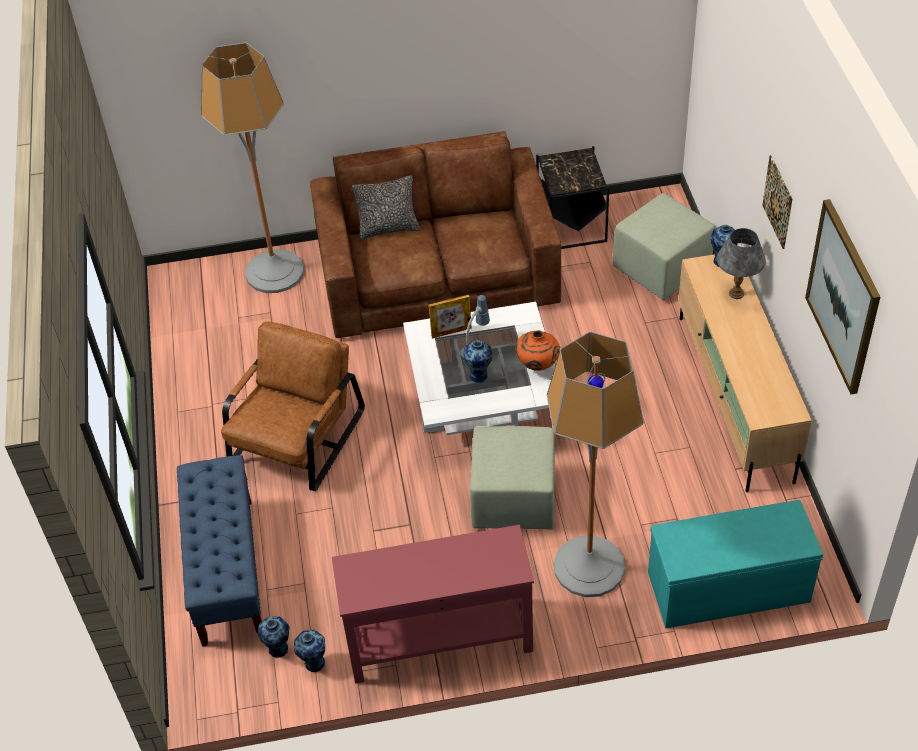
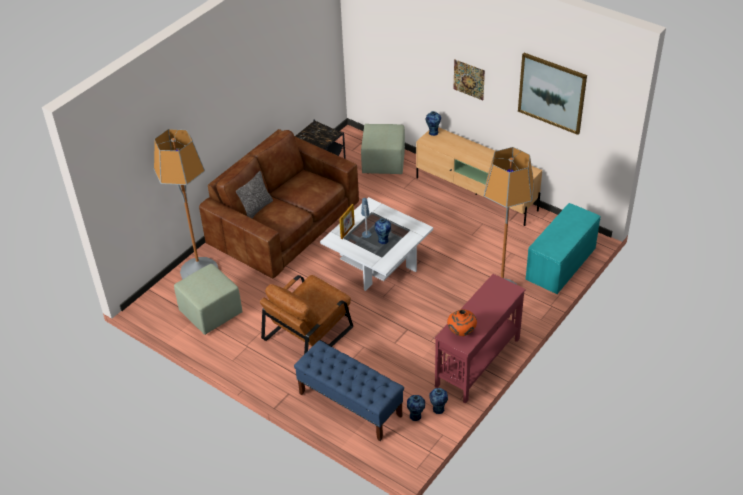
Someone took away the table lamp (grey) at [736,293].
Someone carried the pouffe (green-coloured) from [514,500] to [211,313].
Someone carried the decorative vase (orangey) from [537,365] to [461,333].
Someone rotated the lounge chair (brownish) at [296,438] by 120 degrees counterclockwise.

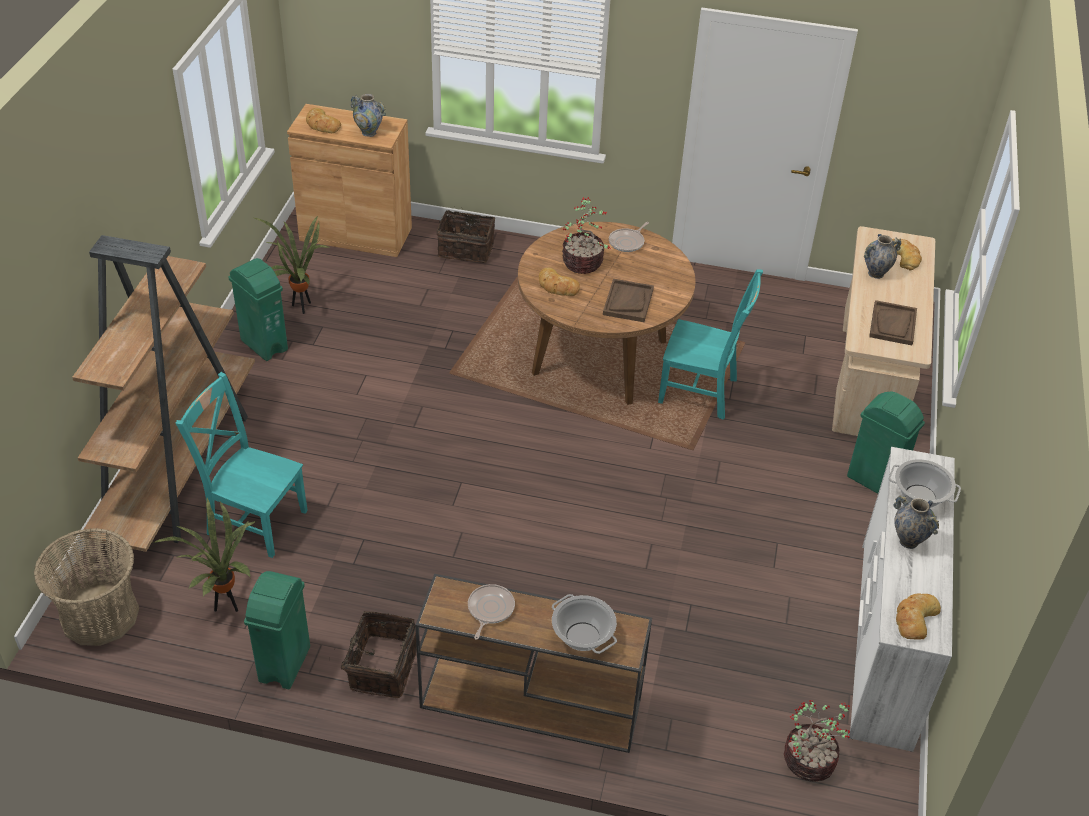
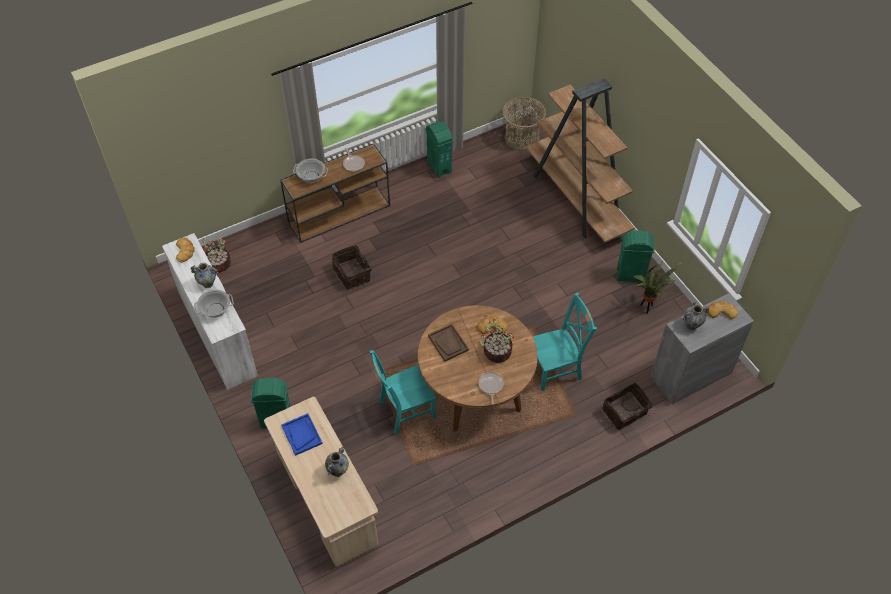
Someone took away the houseplant at [225,605].
Someone took away the bread at [904,256].
Someone carried the plain chair (blue-green) from [254,520] to [556,368].
Someone carried the storage basket from [381,667] to [353,274].
Someone repainted the storage cabinet (brownish) at [356,234], which became the storage cabinet (grey) at [691,374].
Someone repainted the carrying tray (brownish) at [893,324], which became the carrying tray (bluish) at [301,435].

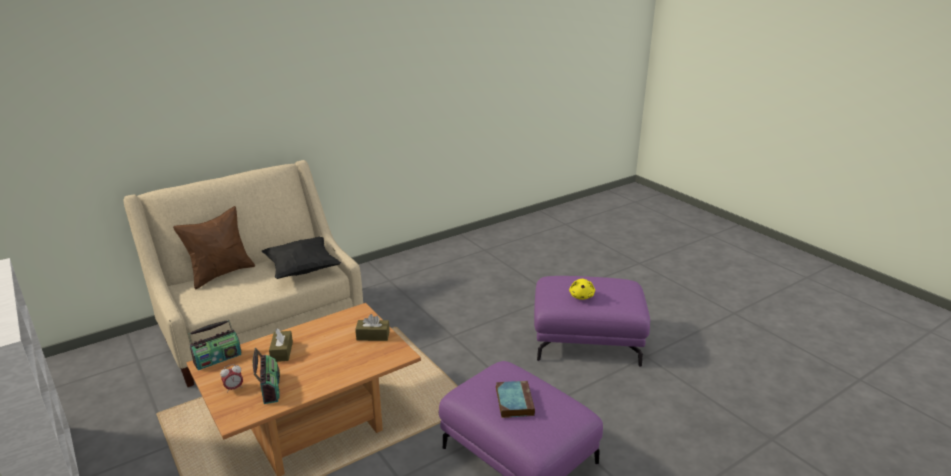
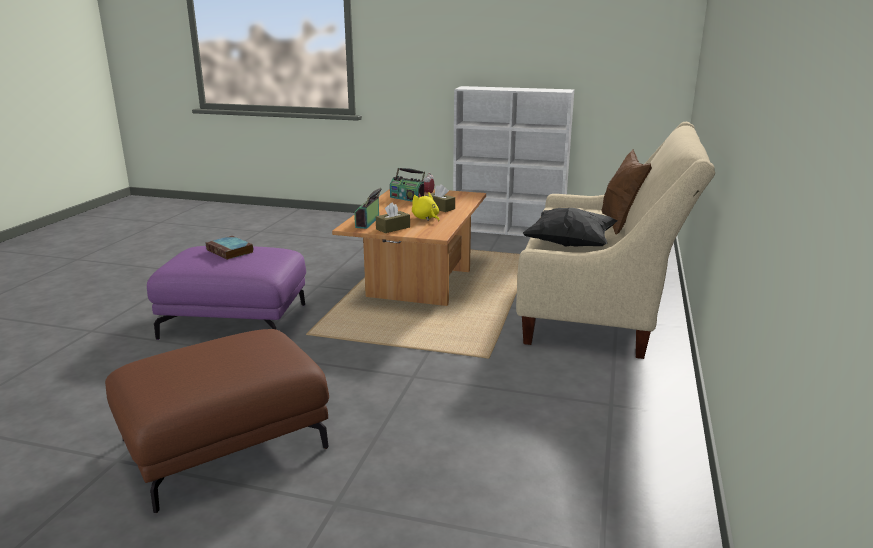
Someone carried the radio receiver from [217,358] to [368,222].
Someone carried the cuddly toy (yellowish) from [581,296] to [426,218].
Someone repainted the pouffe (purple) at [587,339], which became the pouffe (brownish) at [225,447].

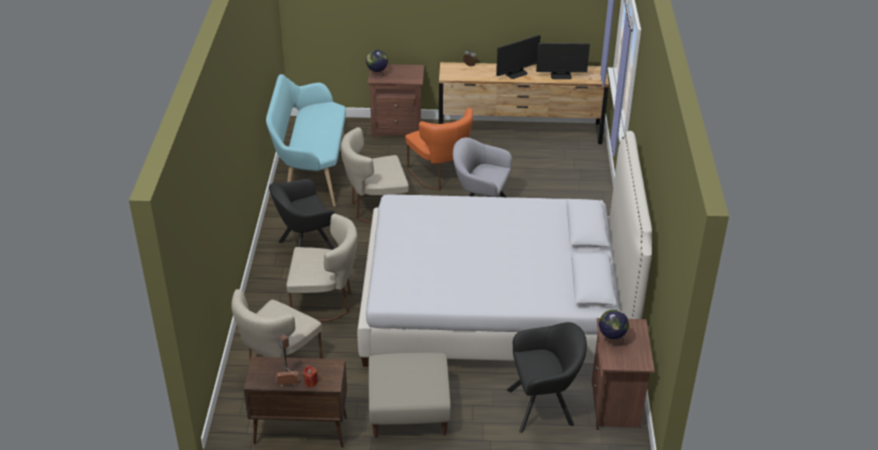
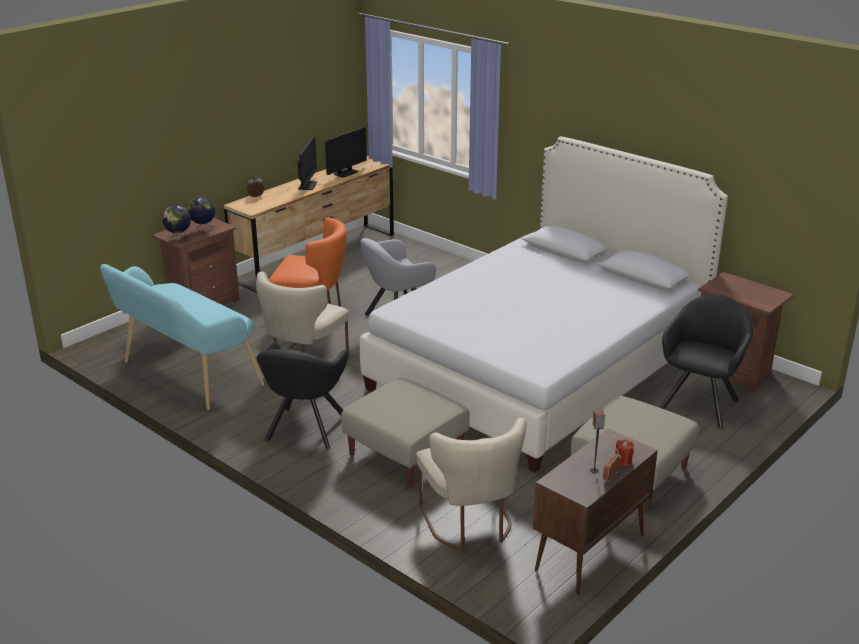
Someone carried the world globe from [611,341] to [203,230].
Someone swapped the plain chair (beige) at [325,302] for the pouffe (beige) at [406,453].

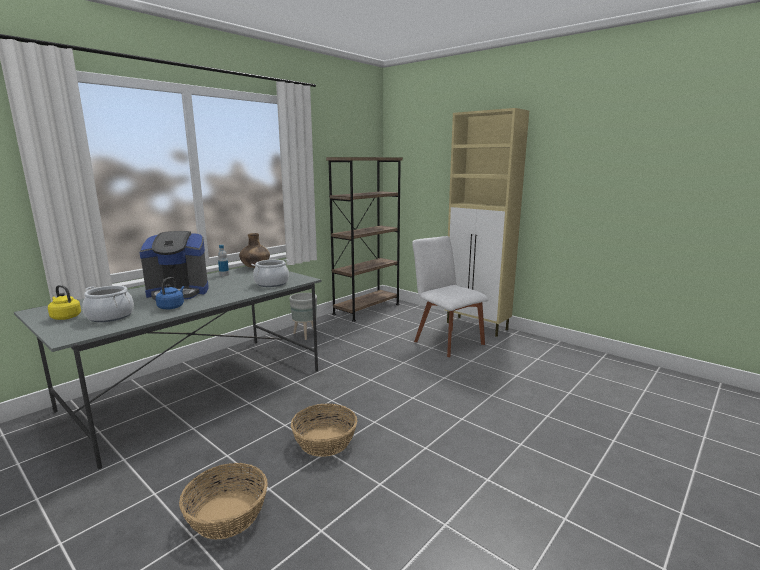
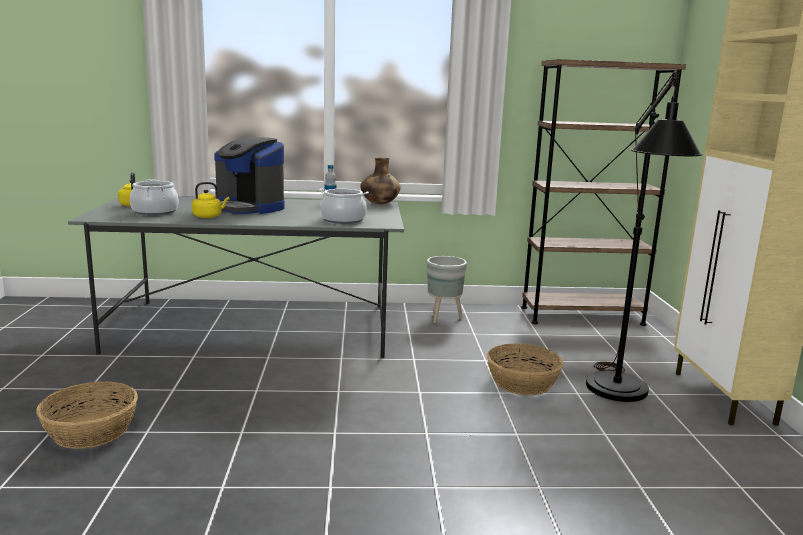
Someone carried the storage basket from [324,441] to [521,383].
Someone swapped the plain chair (white) at [446,341] for the standing lamp (blackish) at [619,396].
Someone repainted the water kettle (bluish) at [172,307], which became the water kettle (yellowish) at [209,216].

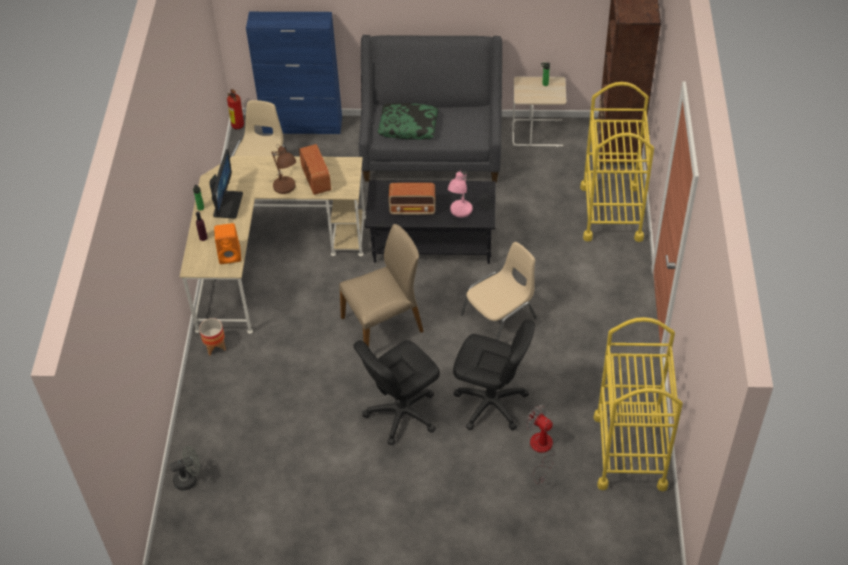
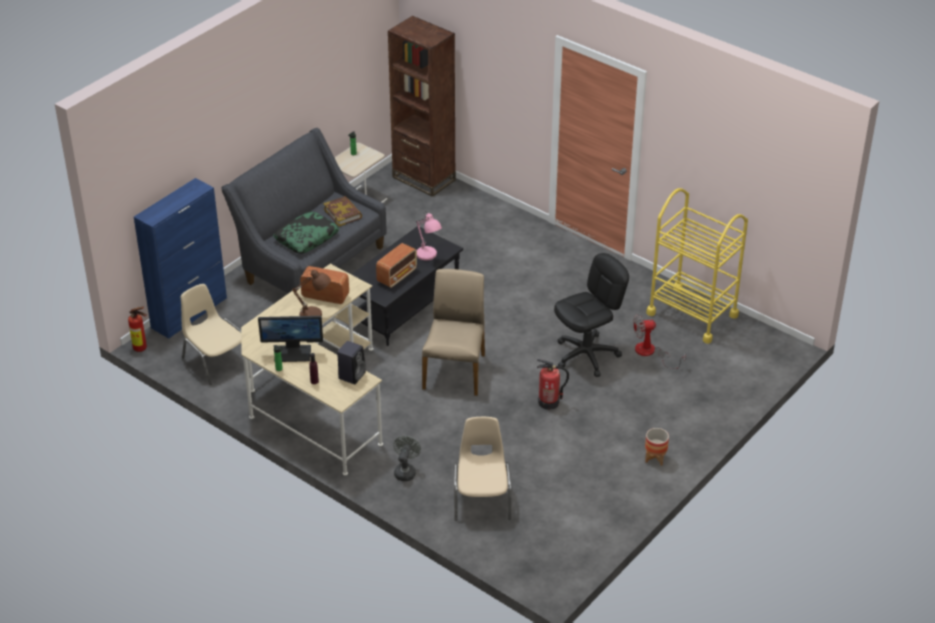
Someone took away the cart (yellowish) at [611,213].
Someone put down the volume at [343,213].
Someone carried the cooling fan (grey) from [189,479] to [405,471].
Someone carried the plant pot from [215,346] to [655,458].
Someone carried the plain chair (beige) from [500,316] to [482,498].
Someone swapped the computer chair (blackish) at [401,413] for the fire-fighting cylinder at [549,402].
Someone repainted the audio speaker (orangey) at [230,255], which became the audio speaker (blackish) at [352,375].
Someone rotated the monitor at [227,204] by 135 degrees clockwise.

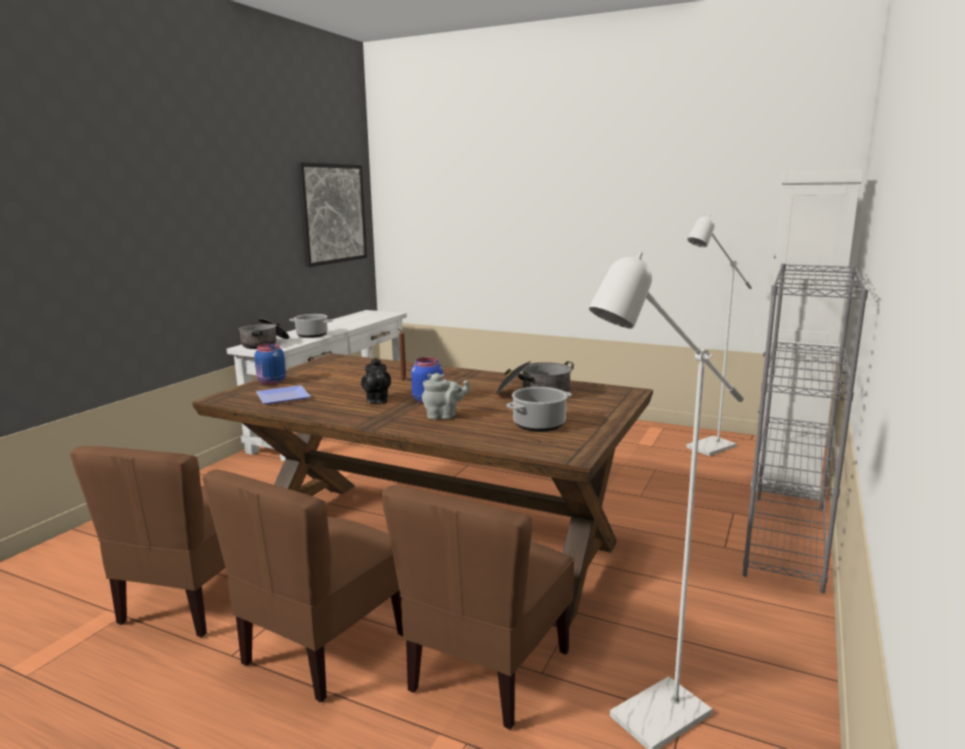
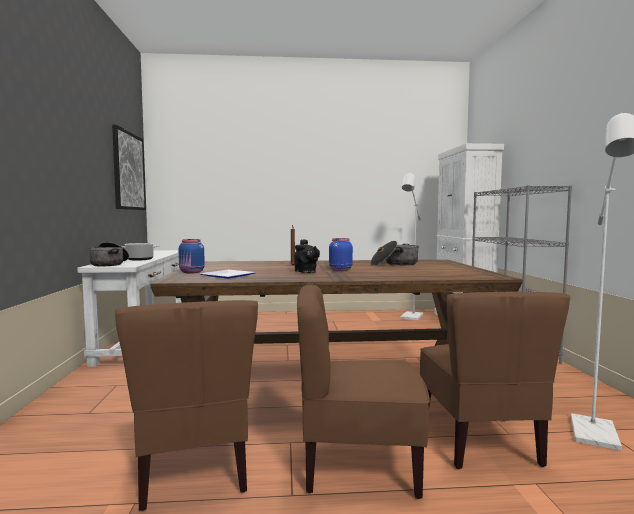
Someone took away the tea pot (grey) at [444,416].
Someone took away the stockpot at [539,424].
Someone rotated the plain chair (brownish) at [323,648] by 90 degrees clockwise.

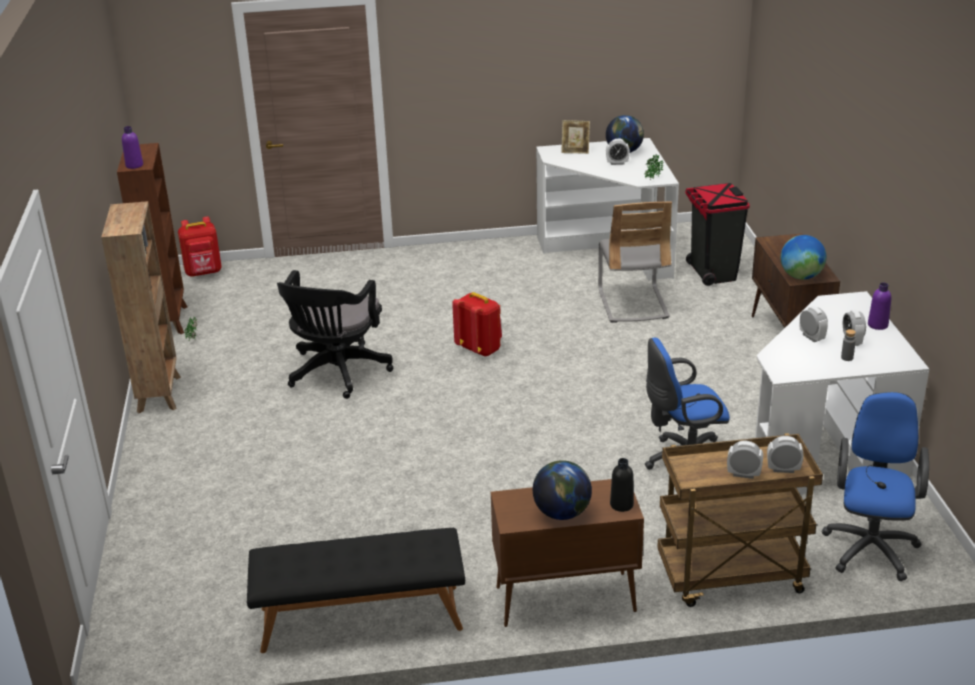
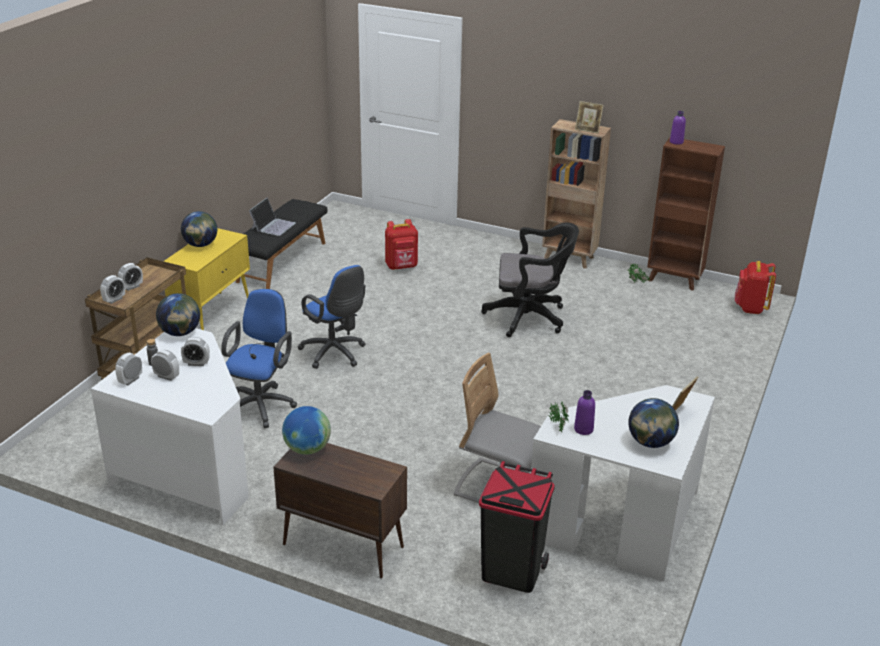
Someone took away the beverage bottle (blackish) at [621,504].
Someone put down the world globe at [180,333].
Someone put down the notebook computer at [273,226].
Someone put down the picture frame at [587,130].
Someone carried the backpack (reddish) from [480,349] to [401,267].
Someone carried the table clock from [617,163] to [130,380].
Someone carried the computer chair (bluish) from [870,545] to [335,354].
Someone carried the beverage bottle (purple) from [877,325] to [583,429].
Someone repainted the storage cabinet (brownish) at [564,599], which became the storage cabinet (yellowish) at [212,314].
Someone rotated the computer chair (blackish) at [336,374] by 135 degrees clockwise.

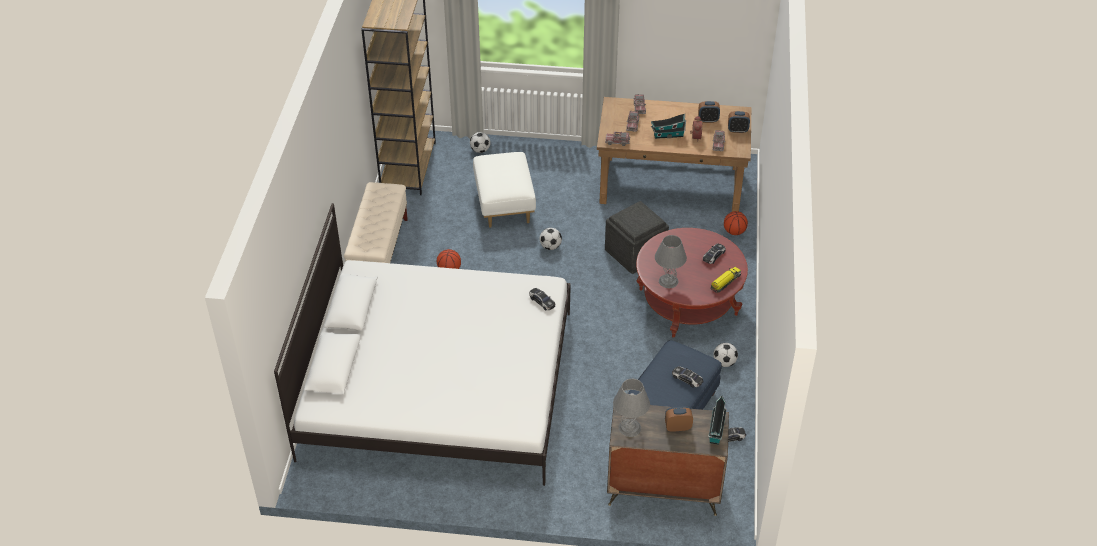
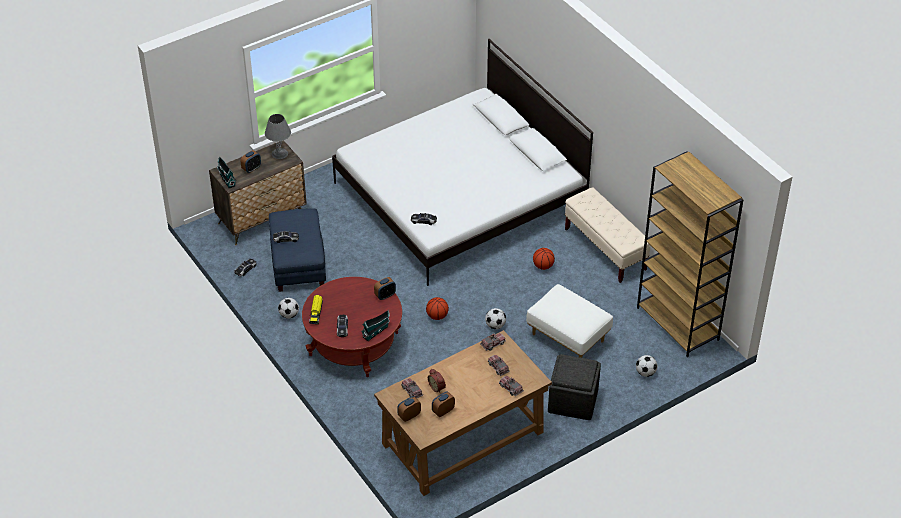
Someone took away the table lamp (grey) at [668,281].
Someone put down the table clock at [385,295].
Someone carried the pouffe (grey) from [636,253] to [572,401].
Someone carried the miniature house from [667,135] to [376,331].
Someone carried the basketball from [734,232] to [437,316].

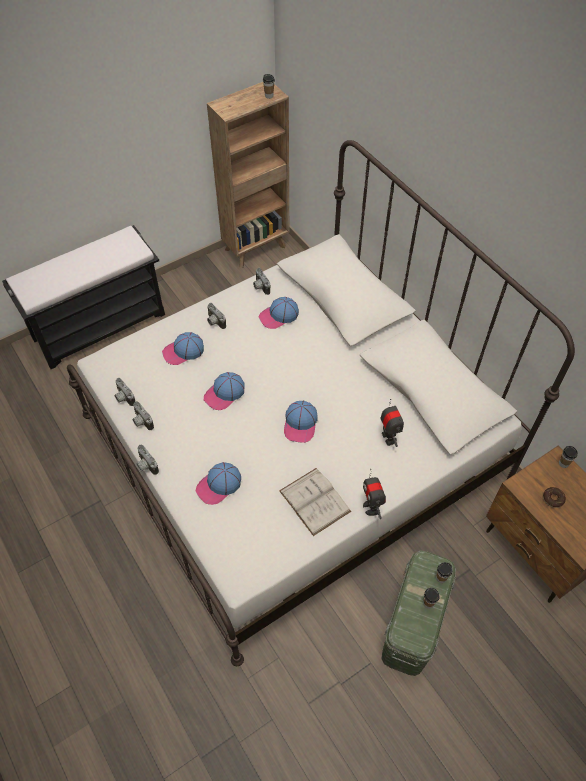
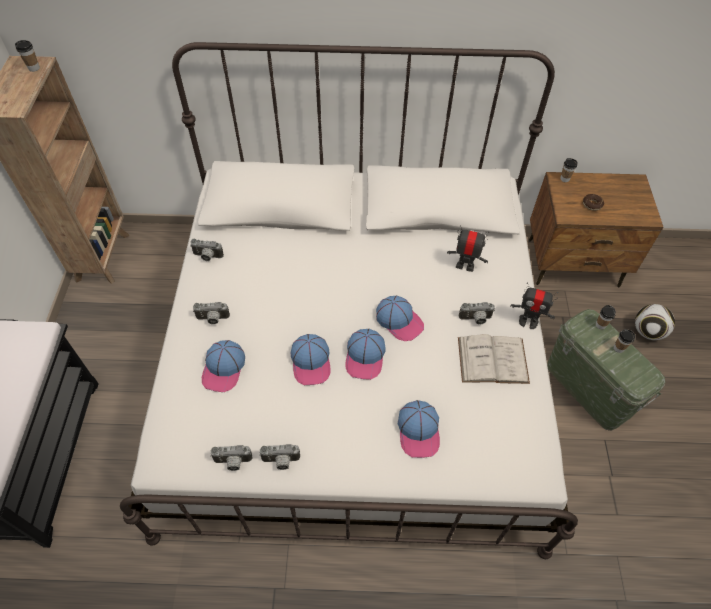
Someone put down the football ball at [647,331].
Someone carried the photo camera from [145,465] to [475,319].
Someone carried the baseball cap from [279,316] to [365,357].

